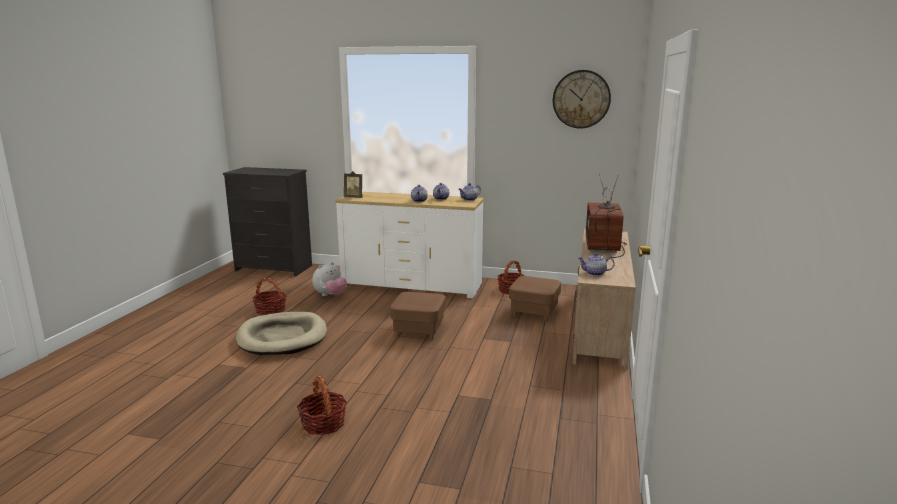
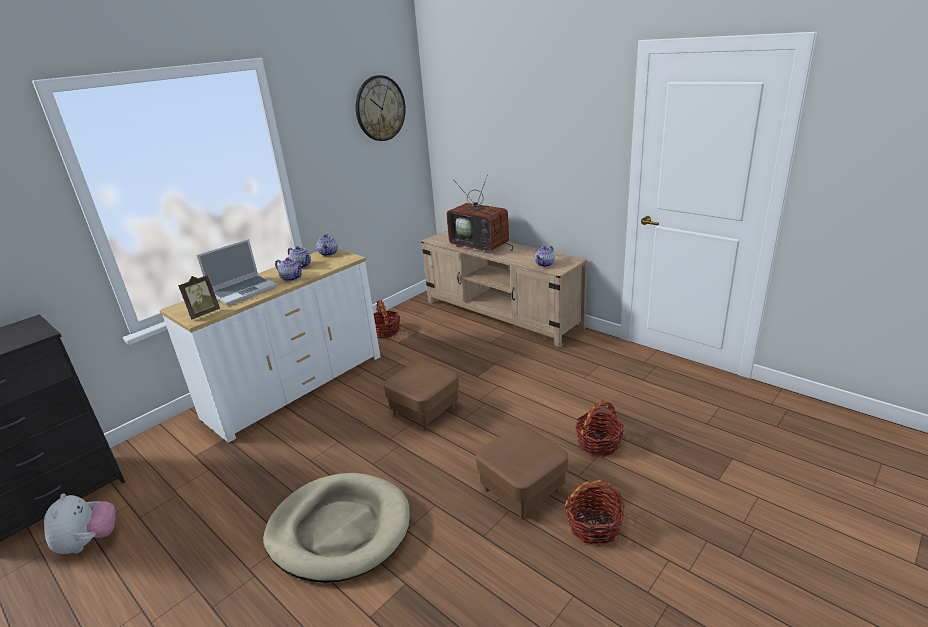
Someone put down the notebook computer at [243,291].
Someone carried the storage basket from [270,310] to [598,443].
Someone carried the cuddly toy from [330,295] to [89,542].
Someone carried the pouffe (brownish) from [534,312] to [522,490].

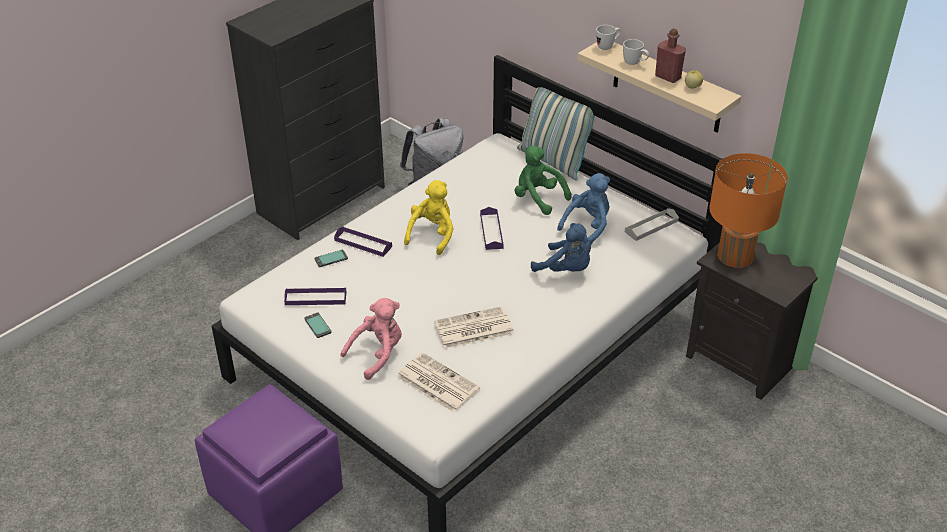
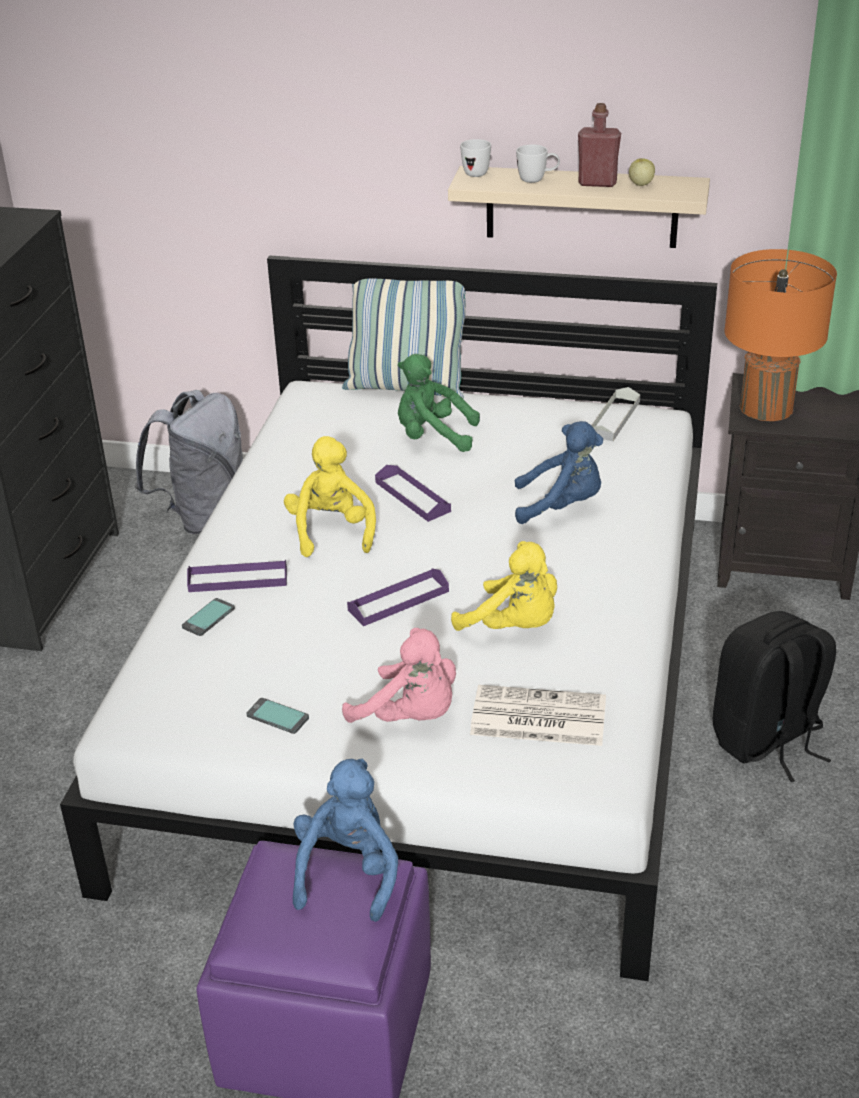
Someone put down the backpack (blackish) at [767,741].
Someone carried the carrying tray (purple) from [315,298] to [398,600].
Someone carried the cuddly toy (bluish) from [588,226] to [348,872].
Someone swapped the daily paper at [473,329] for the cuddly toy (yellowish) at [514,626].
Someone rotated the cuddly toy (pinkish) at [377,354] by 105 degrees clockwise.

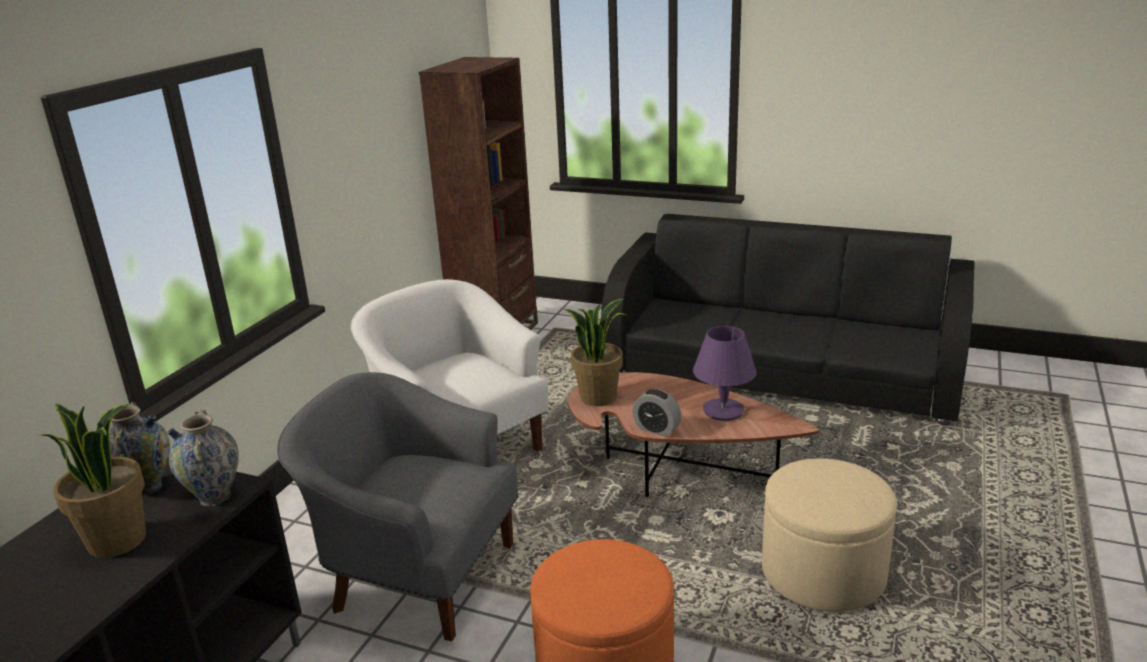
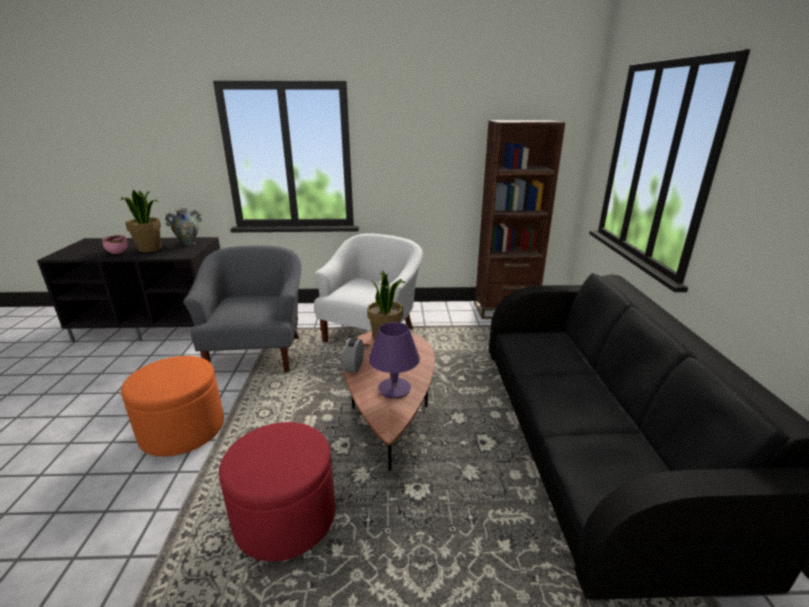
Someone took away the decorative vase at [214,497].
Someone put down the bowl (pinkish) at [117,252].
Someone repainted the pouffe (beige) at [823,573], which became the pouffe (reddish) at [285,517].

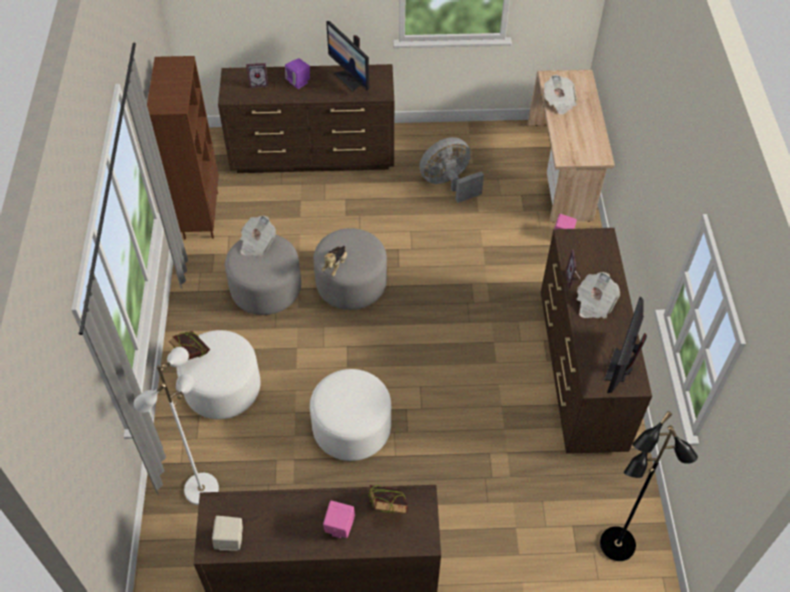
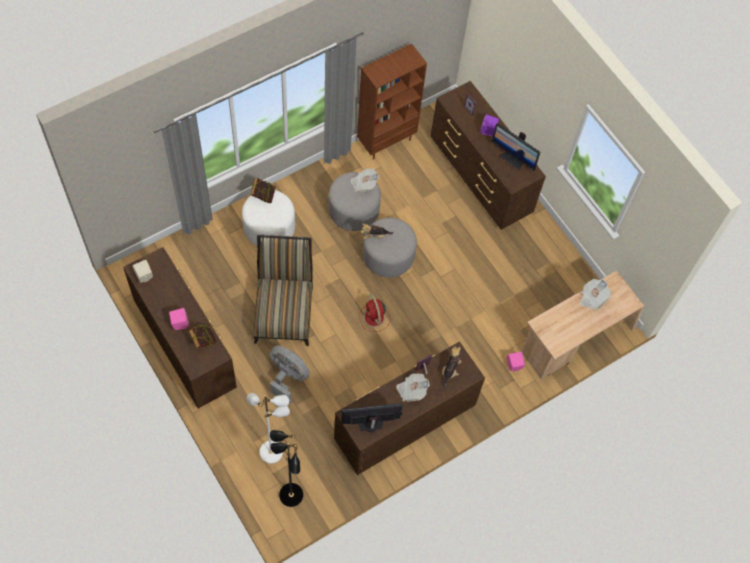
Someone put down the cooling fan (reddish) at [374,318].
Someone put down the cuddly toy at [450,370].
Someone carried the standing lamp (white) from [201,488] to [271,451].
Someone carried the cooling fan (grey) from [449,184] to [287,377].
Someone swapped the pouffe (white) at [352,428] for the plain chair at [284,311].
Someone rotated the monitor at [350,79] by 75 degrees counterclockwise.

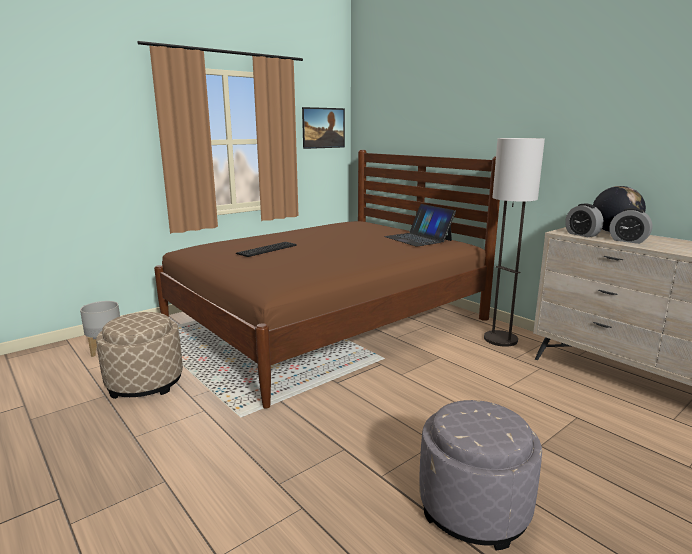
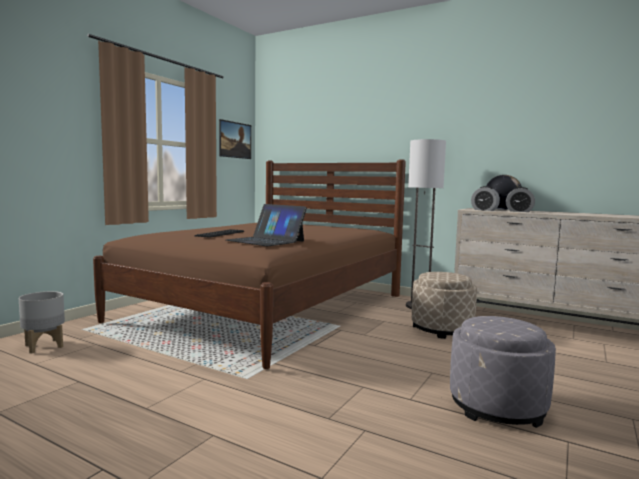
Someone carried the pouffe (beige) from [145,382] to [442,329].
Someone carried the notebook computer from [418,238] to [265,241].

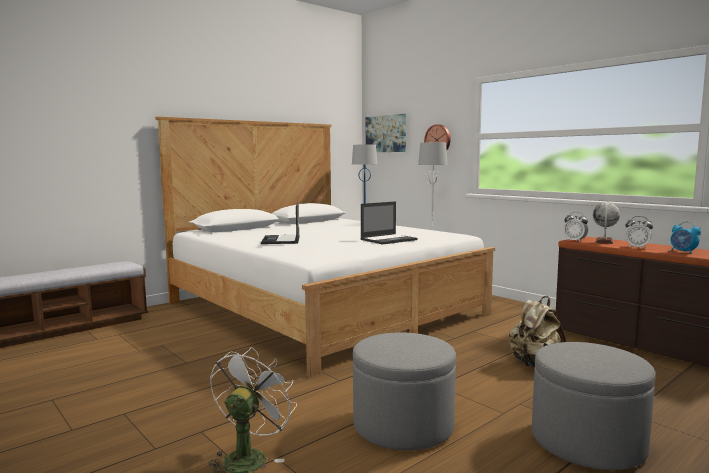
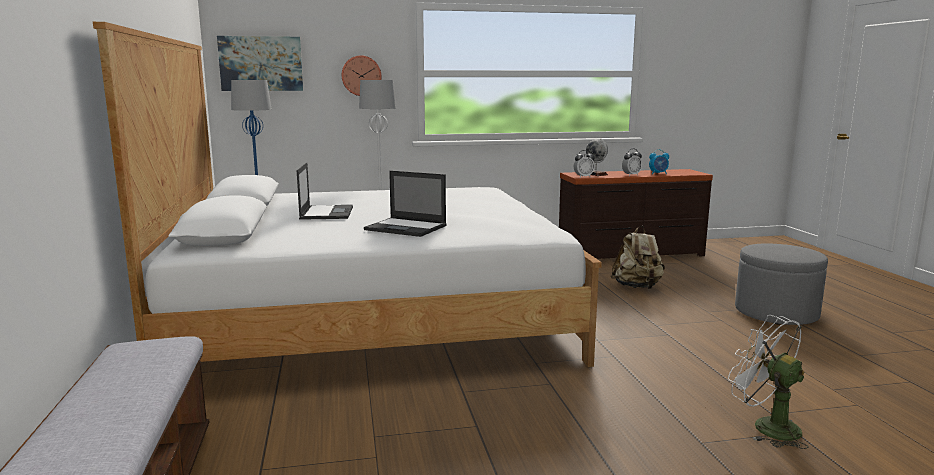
Someone took away the pouffe (grey) at [403,426].
Someone carried the notebook computer from [389,239] to [326,213].

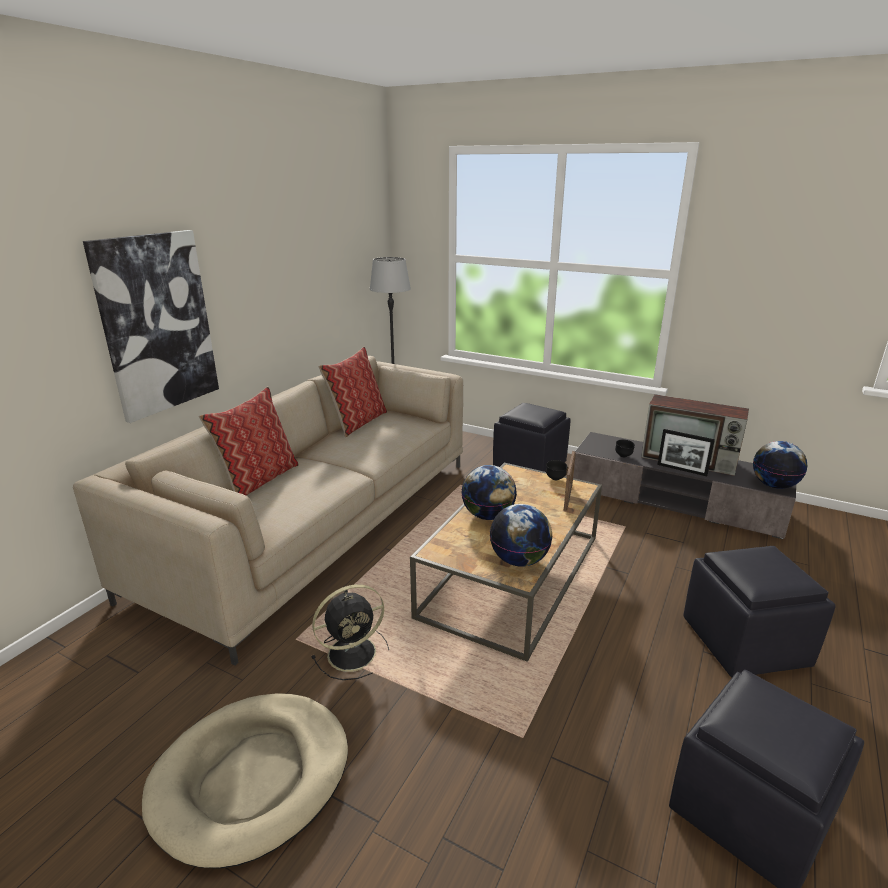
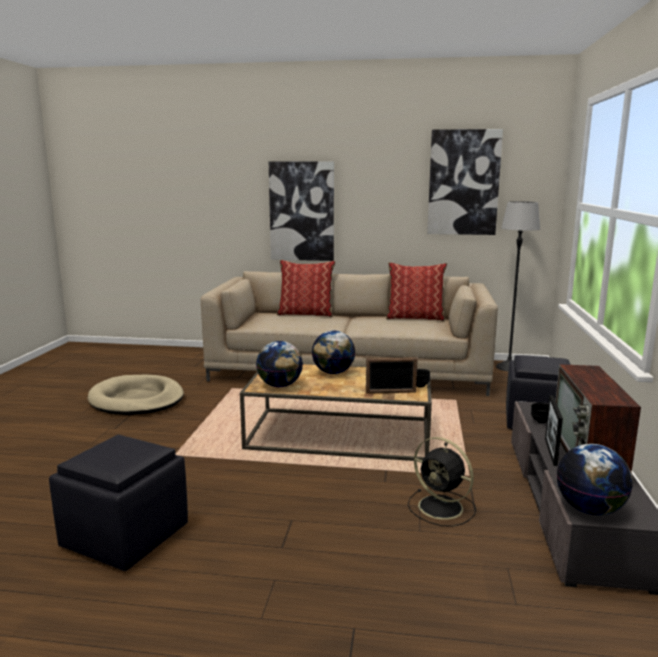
Someone took away the pouffe (blackish) at [744,643].
Someone put up the wall art at [463,182].
Someone carried the cooling fan (blackish) from [354,652] to [442,508].

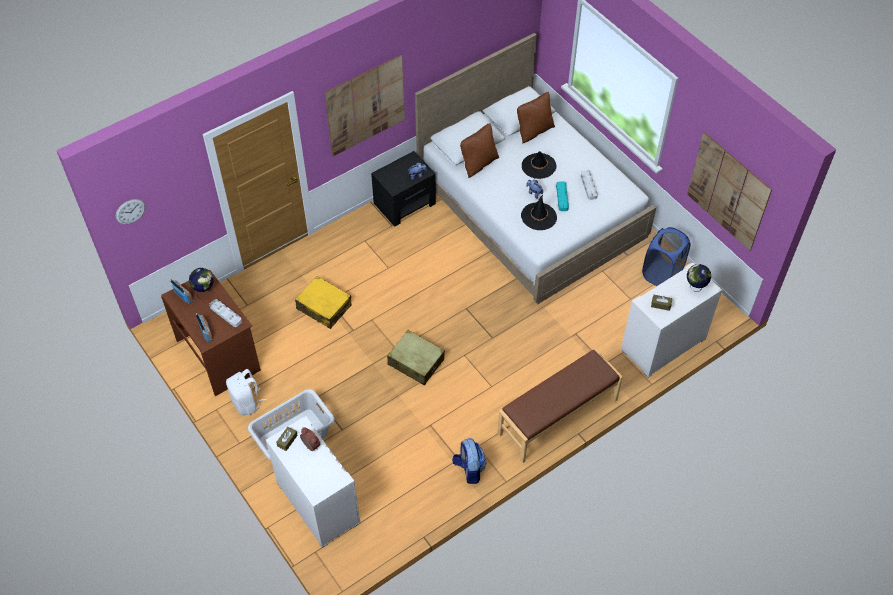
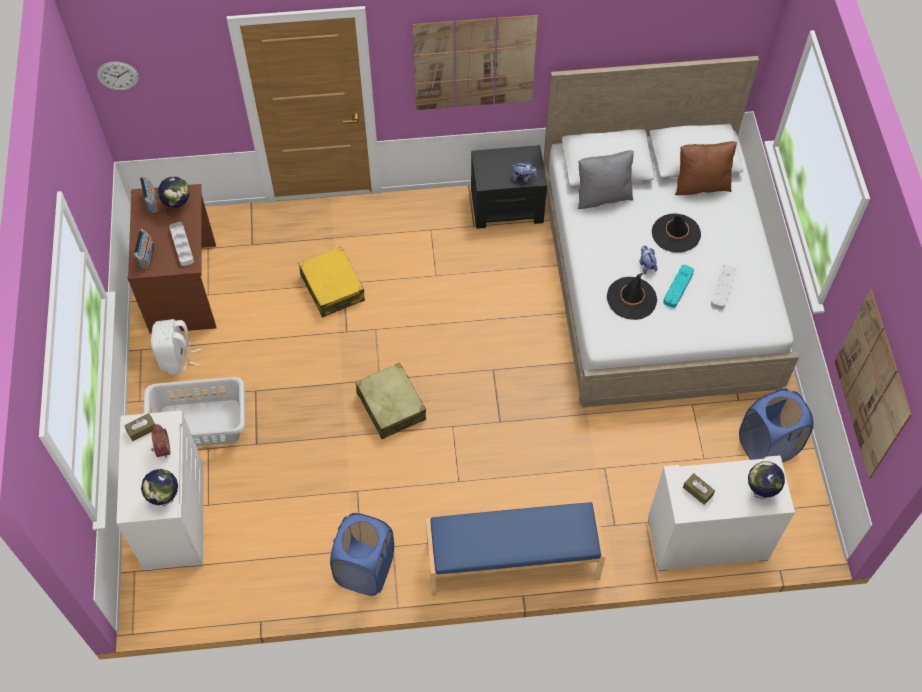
Someone put down the world globe at [165,498].
Someone swapped the backpack at [469,469] for the washing basket (bluish) at [365,569].
Someone repainted the throw pillow (brownish) at [478,163], which became the throw pillow (grey) at [603,196].
Someone repainted the bench (brownish) at [558,417], which became the bench (bluish) at [512,562].

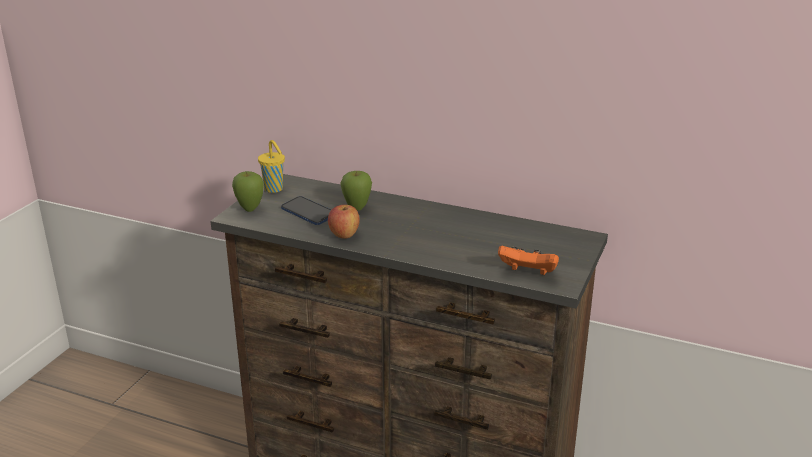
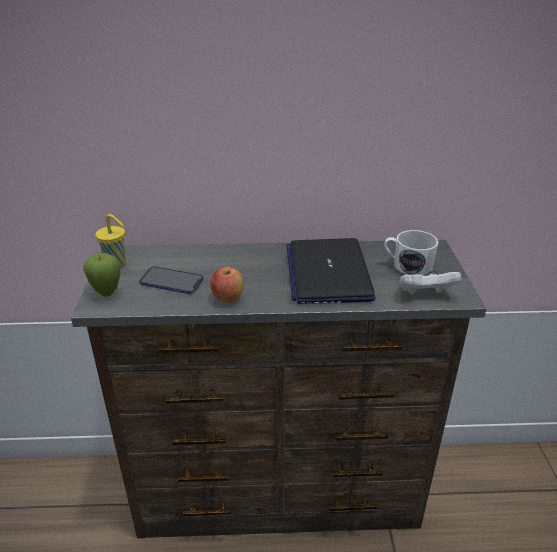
Someone took away the apple fruit at [357,208].
Someone put down the notebook computer at [327,272].
Someone put down the mug (white) at [407,266].
Someone repainted the game controller (orangey) at [528,273], which became the game controller (white) at [425,294].

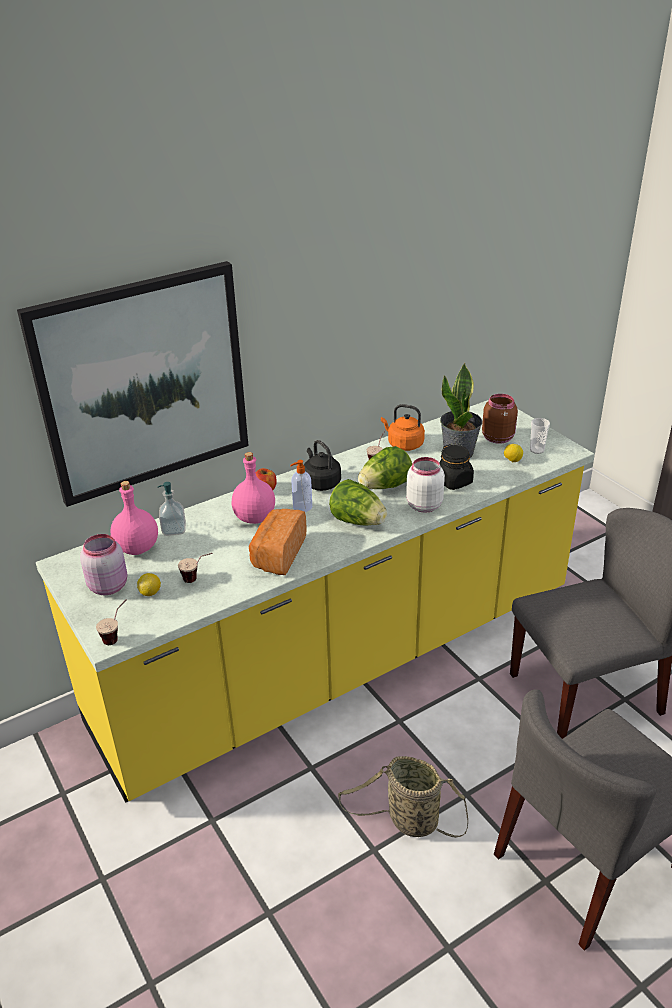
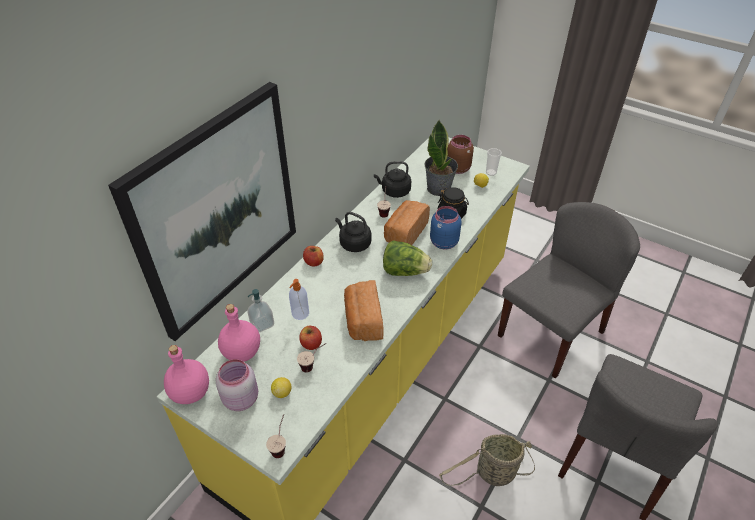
Someone put down the apple fruit at [311,344].
Someone carried the beverage bottle (pinkish) from [254,517] to [190,392].
Someone carried the soap bottle from [302,507] to [300,314].
Someone swapped the lettuce at [385,486] for the bread at [405,233].
Someone repainted the water kettle (orangey) at [403,444], which became the water kettle (blackish) at [394,191].
Someone repainted the jar (white) at [423,505], which became the jar (bluish) at [443,242].

